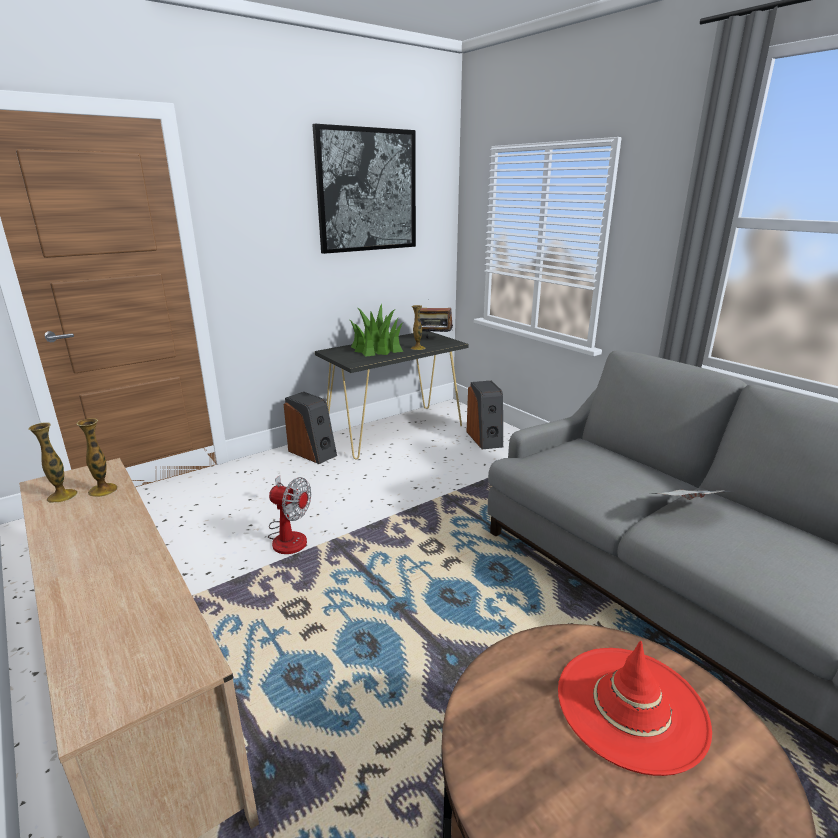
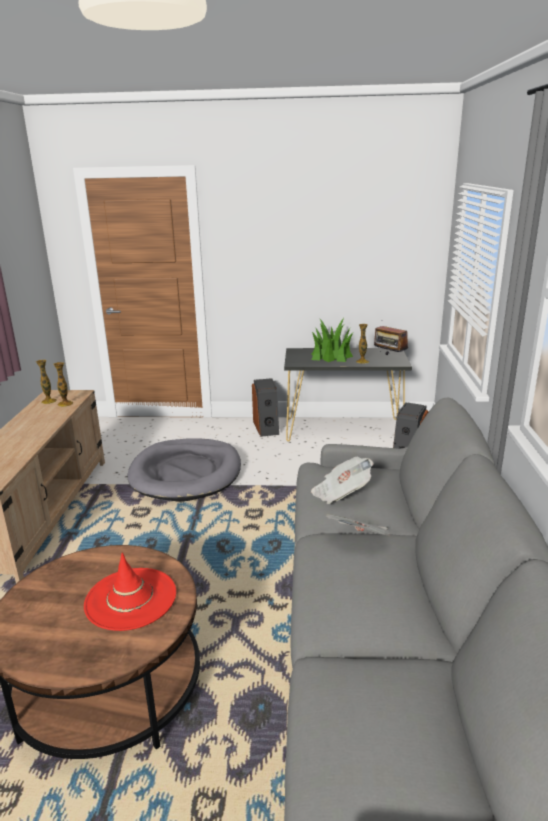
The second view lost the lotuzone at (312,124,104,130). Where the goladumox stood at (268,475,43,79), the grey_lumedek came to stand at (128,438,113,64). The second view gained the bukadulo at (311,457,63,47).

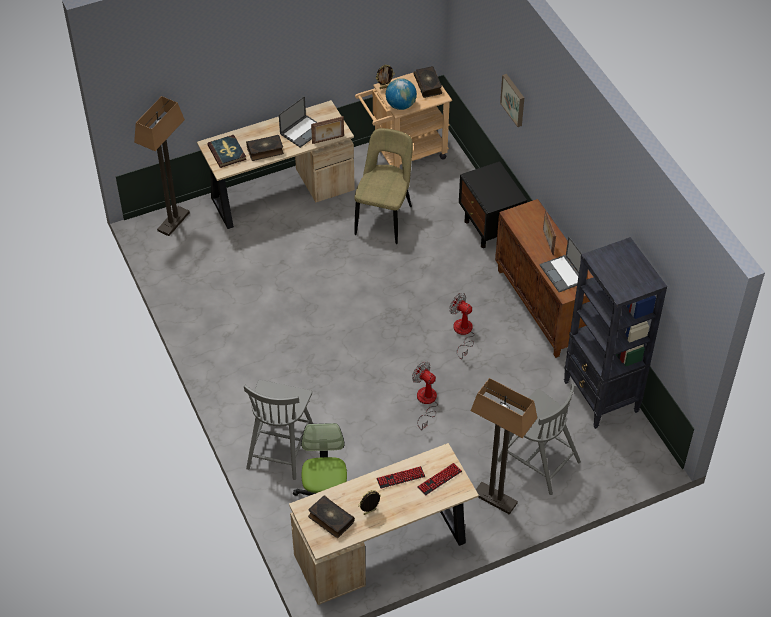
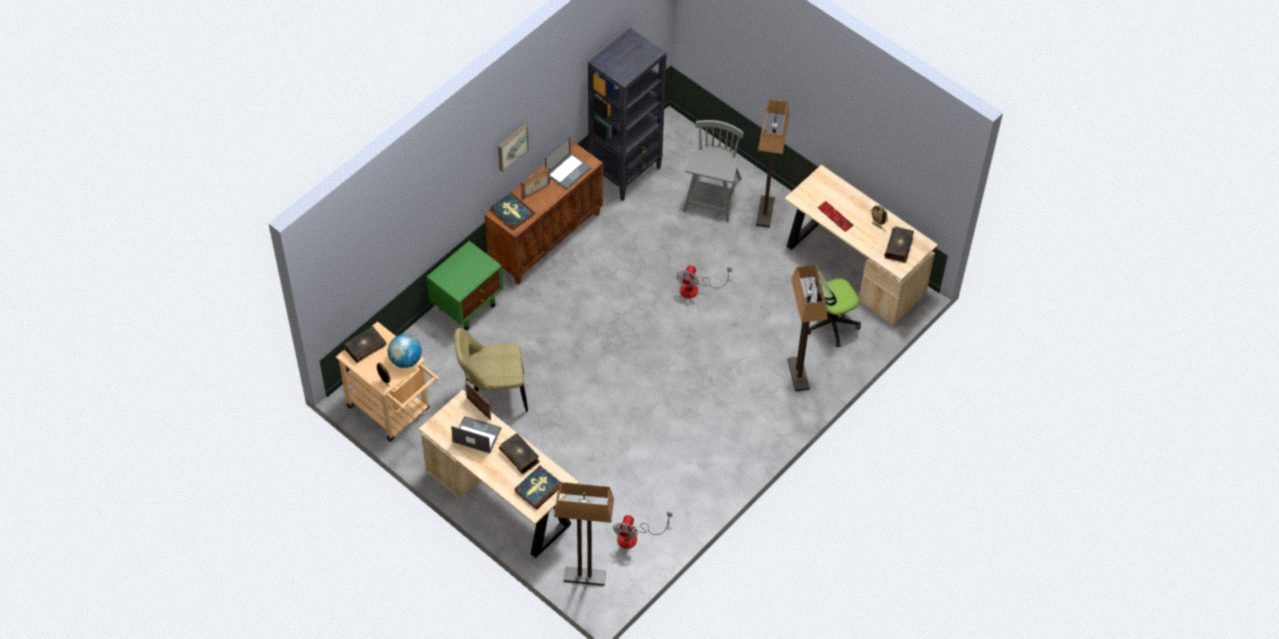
The lotuzone ended up elsewhere, having gone from (500,74,24,53) to (498,124,31,48). What was the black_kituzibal at (459,161,68,87) turned into the green_kituzibal at (426,241,77,89). The goladumox ended up elsewhere, having gone from (449,293,26,66) to (613,512,59,37). Where the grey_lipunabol stood at (244,380,69,100), the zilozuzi came to stand at (788,265,39,127). The second view lost the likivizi at (417,463,45,33). The second view gained the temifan at (491,192,44,38).

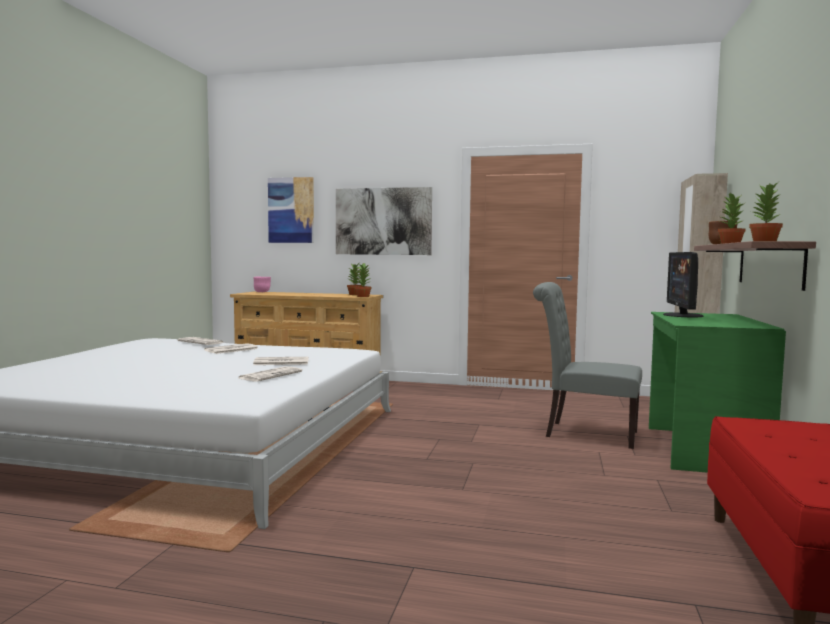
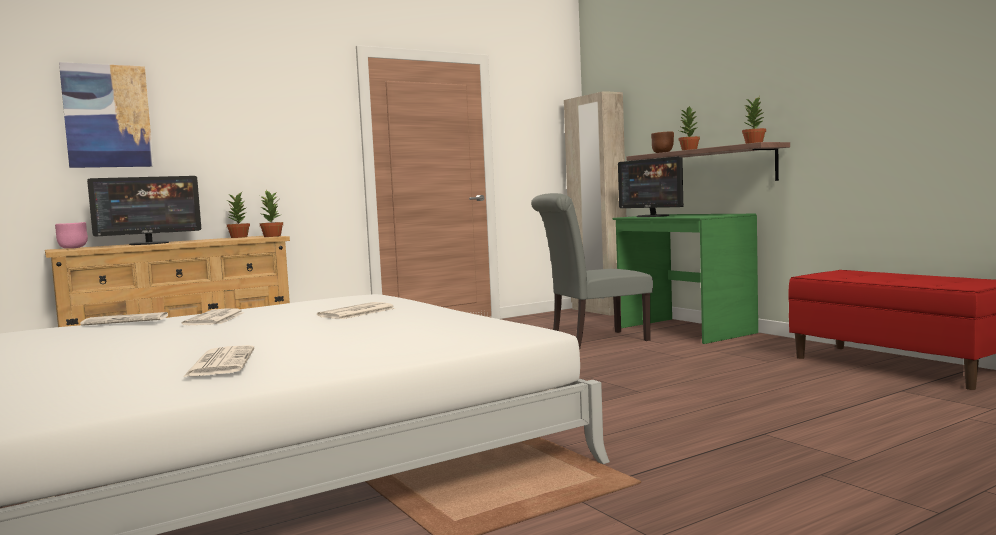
The second view lost the lotuzone at (336,187,96,68). The bukadulo ended up elsewhere, having gone from (239,366,63,16) to (183,345,72,32). The second view gained the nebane at (87,176,114,69).

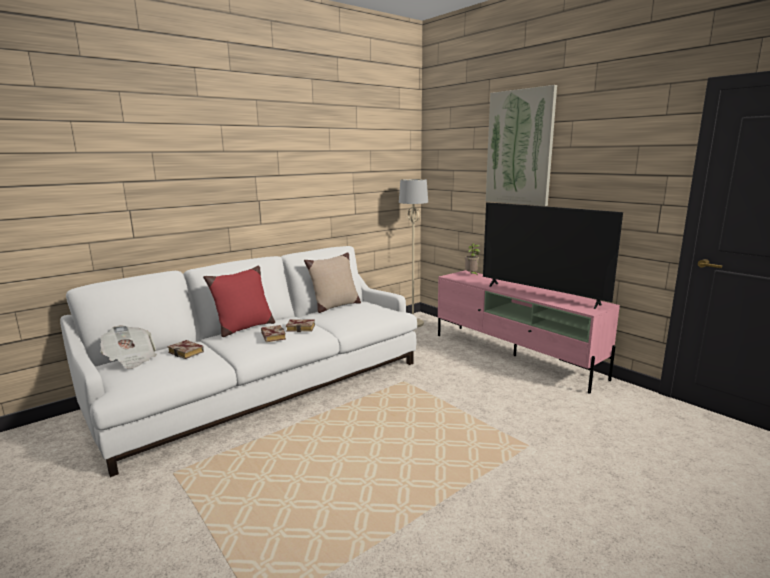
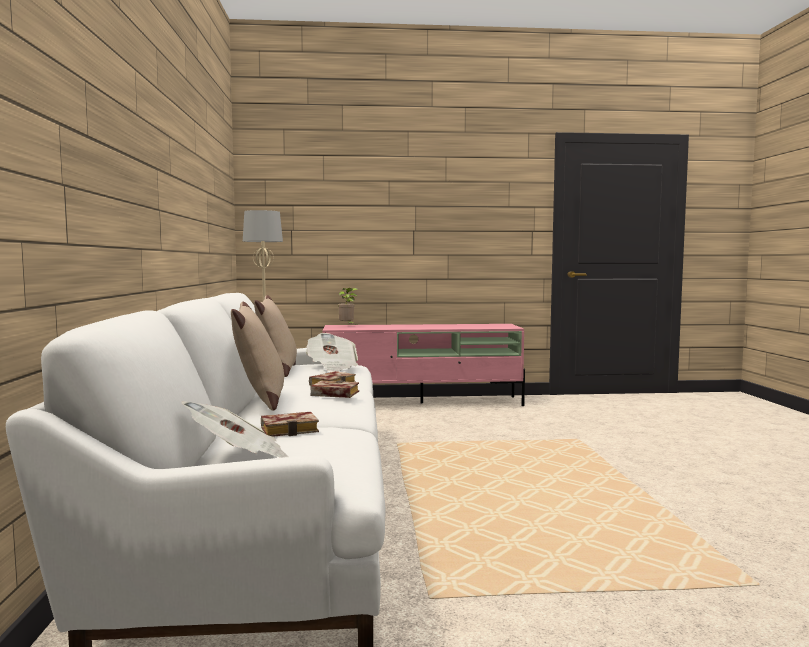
The second view lost the lotuzone at (486,85,71,121). The second view lost the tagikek at (483,202,140,107). What was the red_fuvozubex at (203,265,72,72) turned into the beige_fuvozubex at (231,302,53,108). The second view gained the bukadulo at (306,333,52,39).

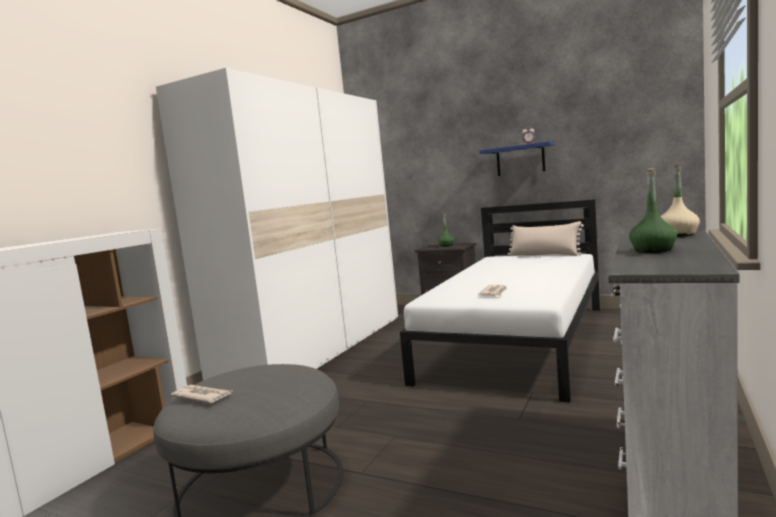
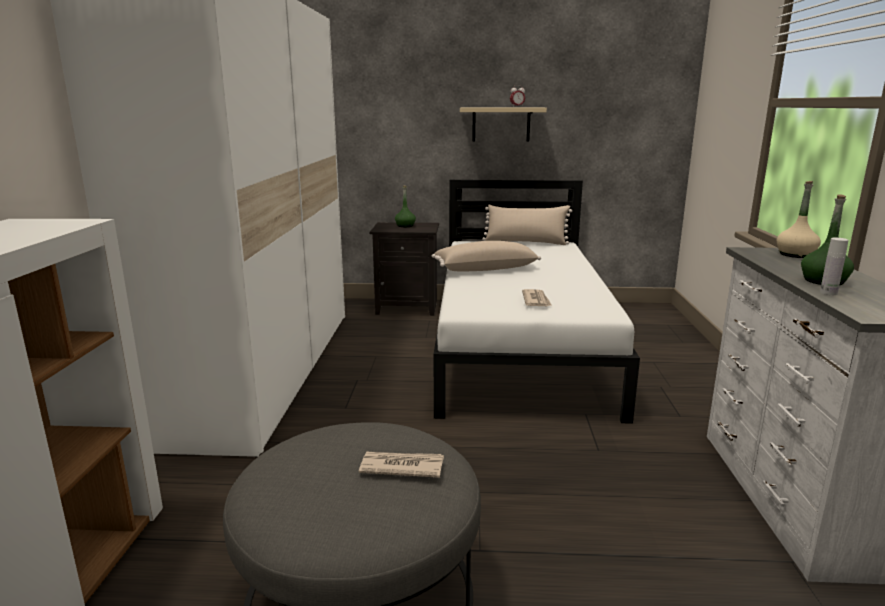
What was the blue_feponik at (479,141,76,35) turned into the beige_feponik at (460,108,87,34). The bukadulo ended up elsewhere, having gone from (171,385,61,18) to (359,452,85,26). The second view gained the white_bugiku at (820,238,28,57). The second view gained the beige_fuvozubex at (432,241,109,30).

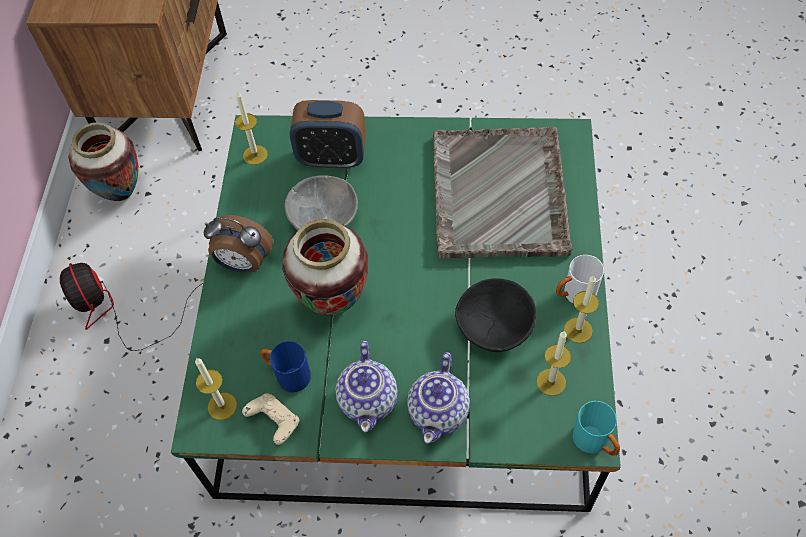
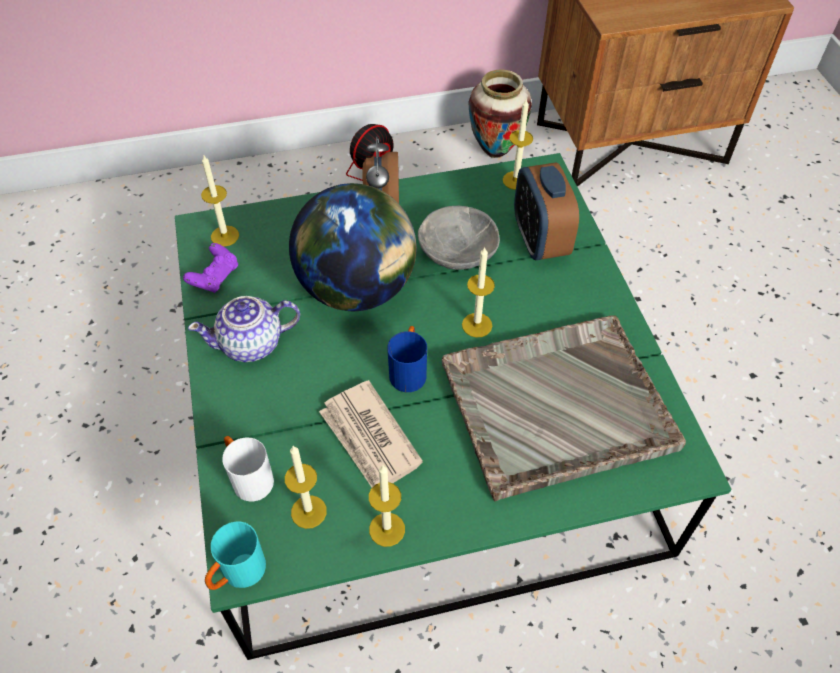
Where the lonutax stood at (282,219,86,97), the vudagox came to stand at (289,183,128,128). The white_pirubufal ended up elsewhere, having gone from (556,255,48,49) to (222,436,52,66). Where the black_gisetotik stood at (455,278,81,74), the bukadulo came to stand at (319,380,104,107). The blue_pirubufal ended up elsewhere, having gone from (261,341,50,51) to (387,326,40,66). The second view lost the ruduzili at (407,352,63,92). What was the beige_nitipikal at (242,393,57,52) turned into the purple_nitipikal at (183,243,55,50). The second view gained the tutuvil at (462,247,33,91).

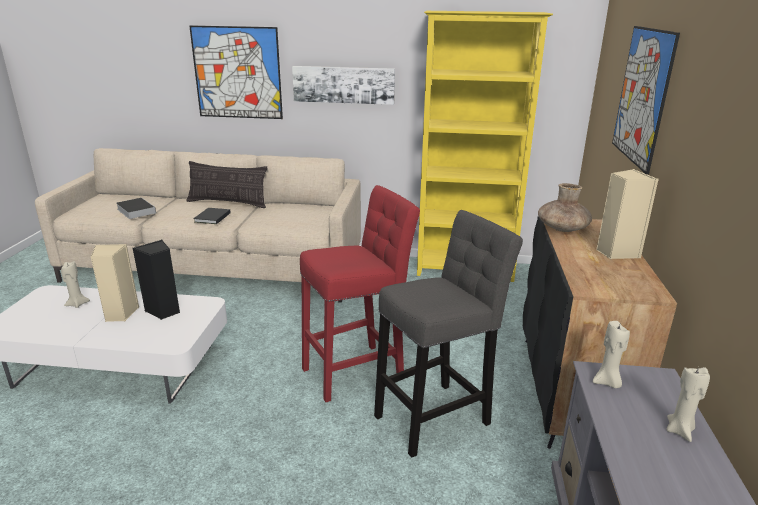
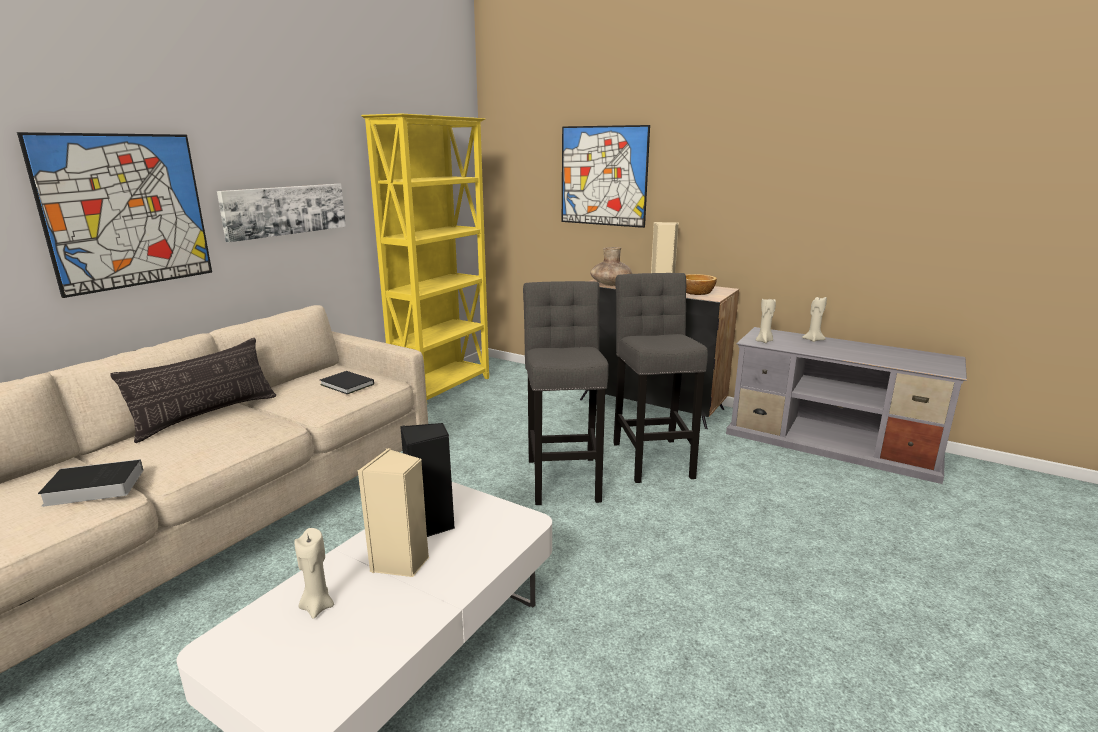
What was the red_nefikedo at (300,185,120,217) turned into the grey_nefikedo at (523,281,86,224). The black_temifan ended up elsewhere, having gone from (193,208,38,16) to (320,371,54,23). The second view gained the gisetotik at (686,274,31,21).

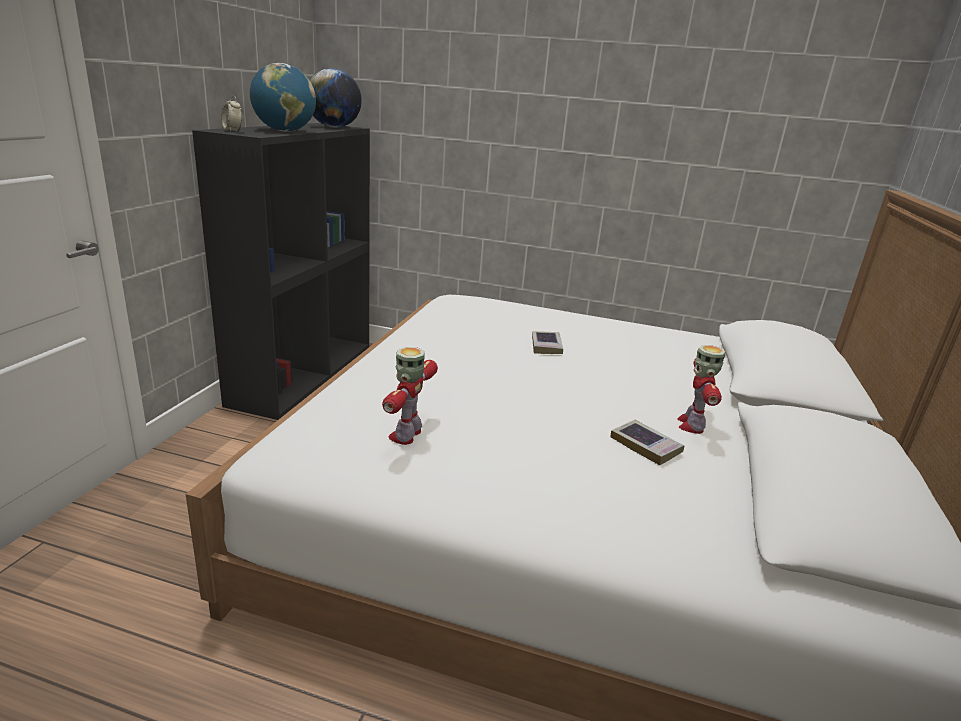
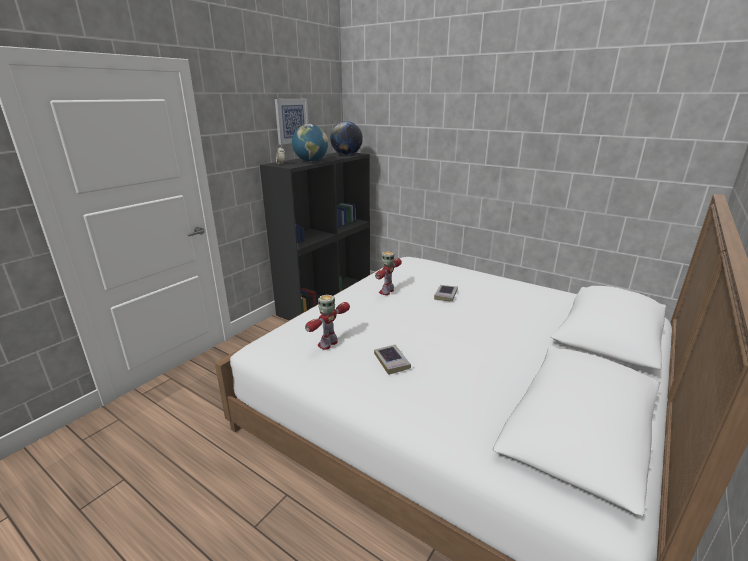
The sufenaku ended up elsewhere, having gone from (677,345,49,89) to (375,251,27,44). The temifan ended up elsewhere, having gone from (610,420,74,45) to (374,345,37,30). The second view gained the lotuzone at (275,99,34,46).

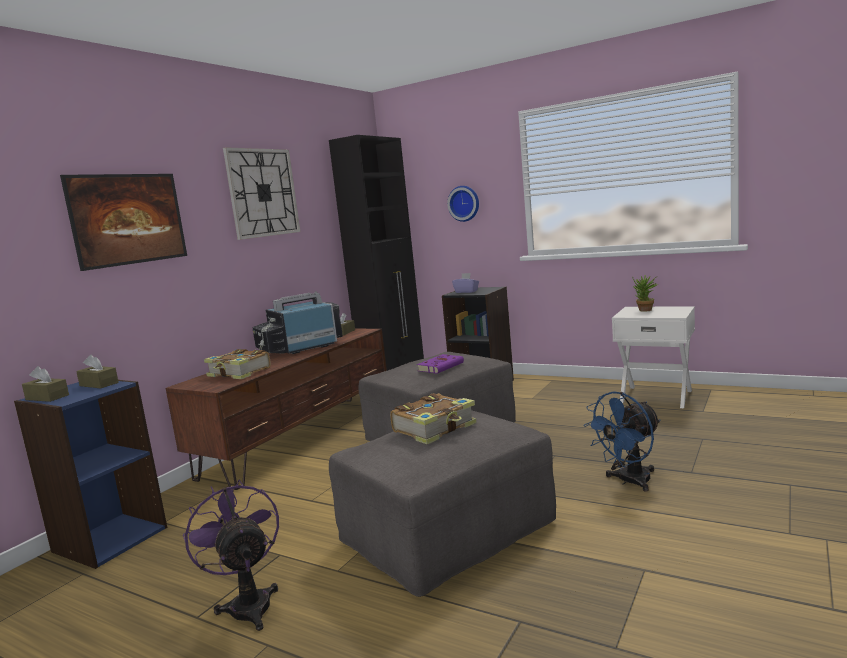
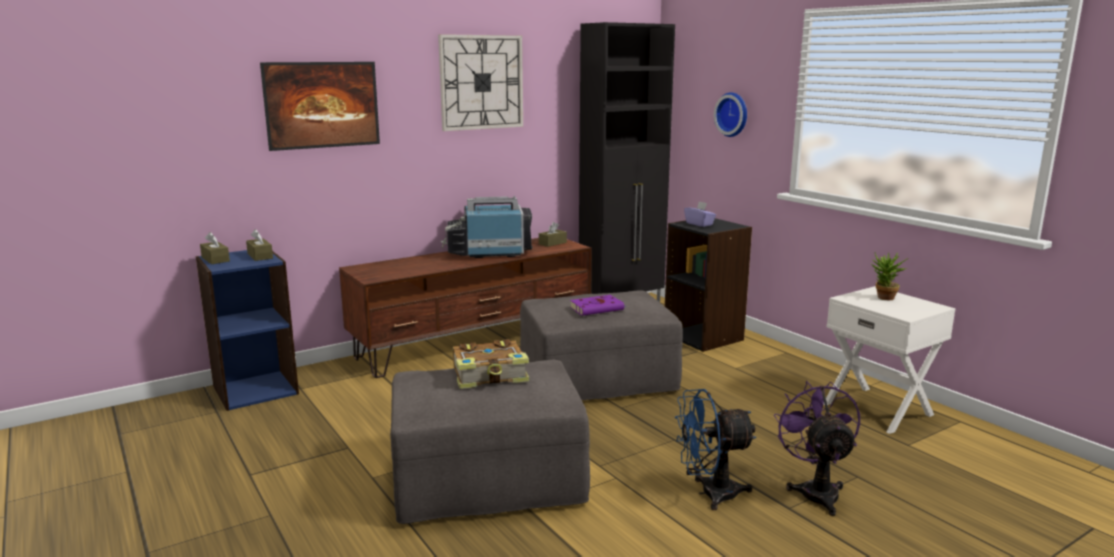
The second view lost the temifan at (204,349,67,30). The purple_goladumox ended up elsewhere, having gone from (183,480,96,151) to (774,381,86,135).

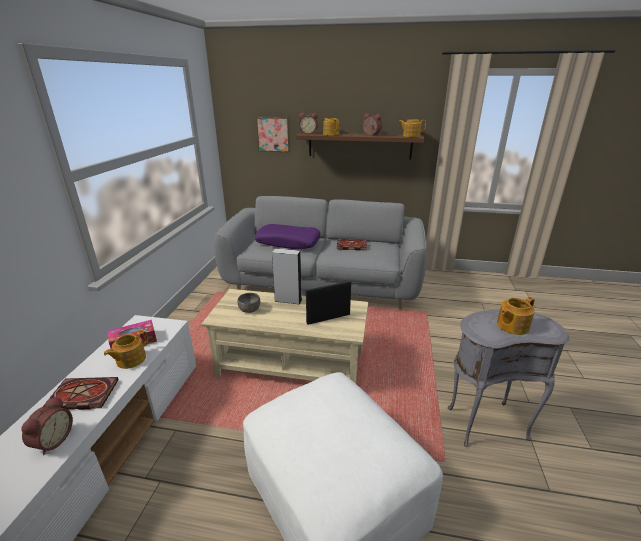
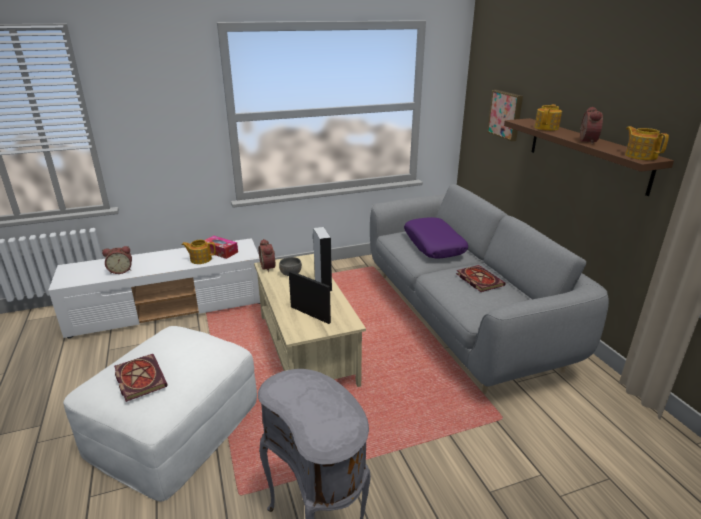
The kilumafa ended up elsewhere, having gone from (299,113,19,21) to (259,239,16,33). The second view lost the ruduzili at (497,297,38,38). The temifan ended up elsewhere, having gone from (44,377,74,33) to (114,354,54,48).

